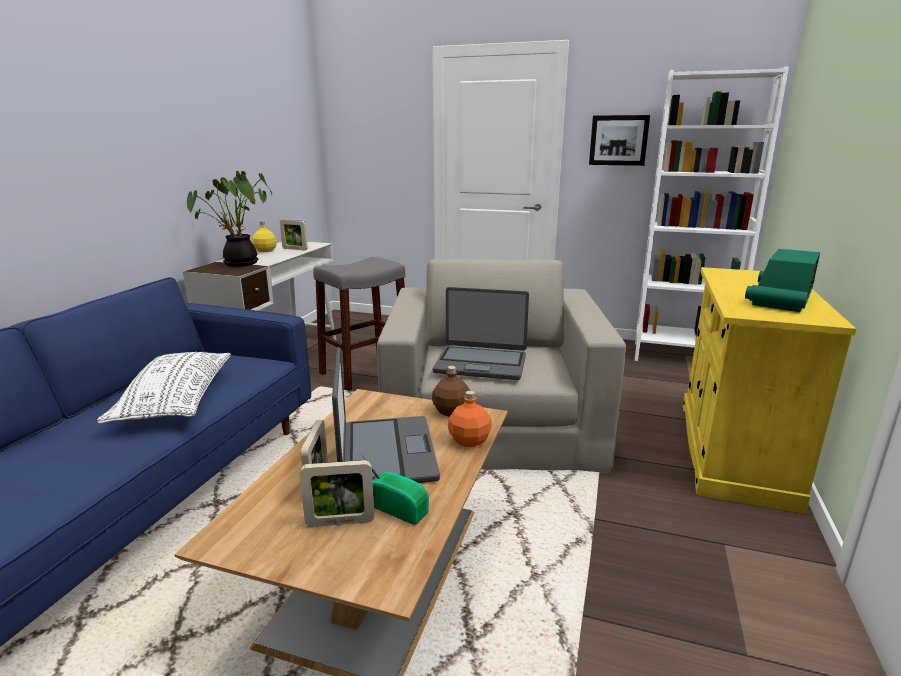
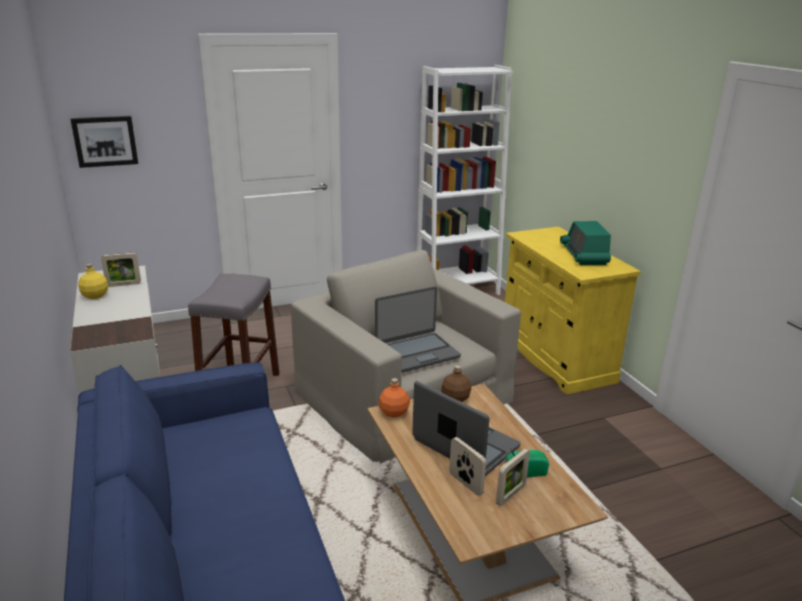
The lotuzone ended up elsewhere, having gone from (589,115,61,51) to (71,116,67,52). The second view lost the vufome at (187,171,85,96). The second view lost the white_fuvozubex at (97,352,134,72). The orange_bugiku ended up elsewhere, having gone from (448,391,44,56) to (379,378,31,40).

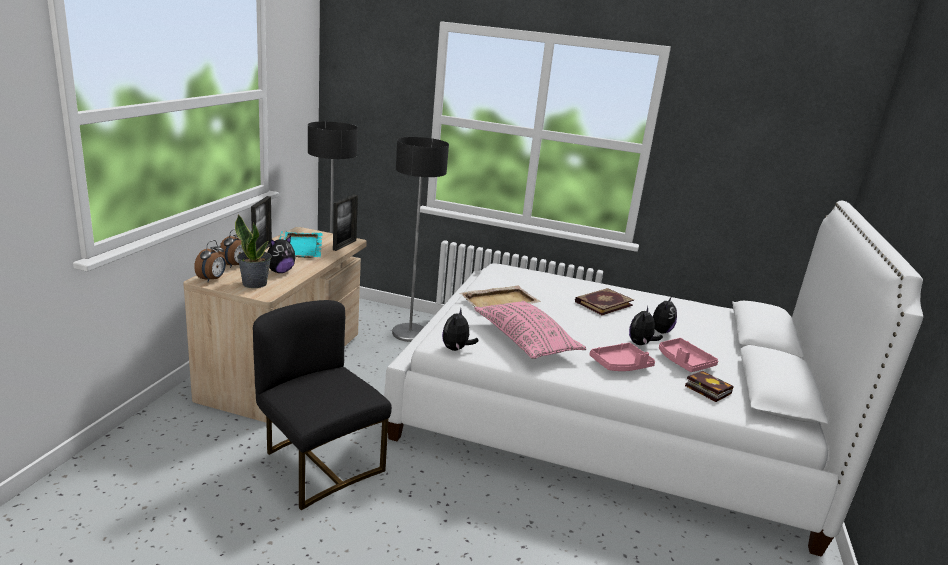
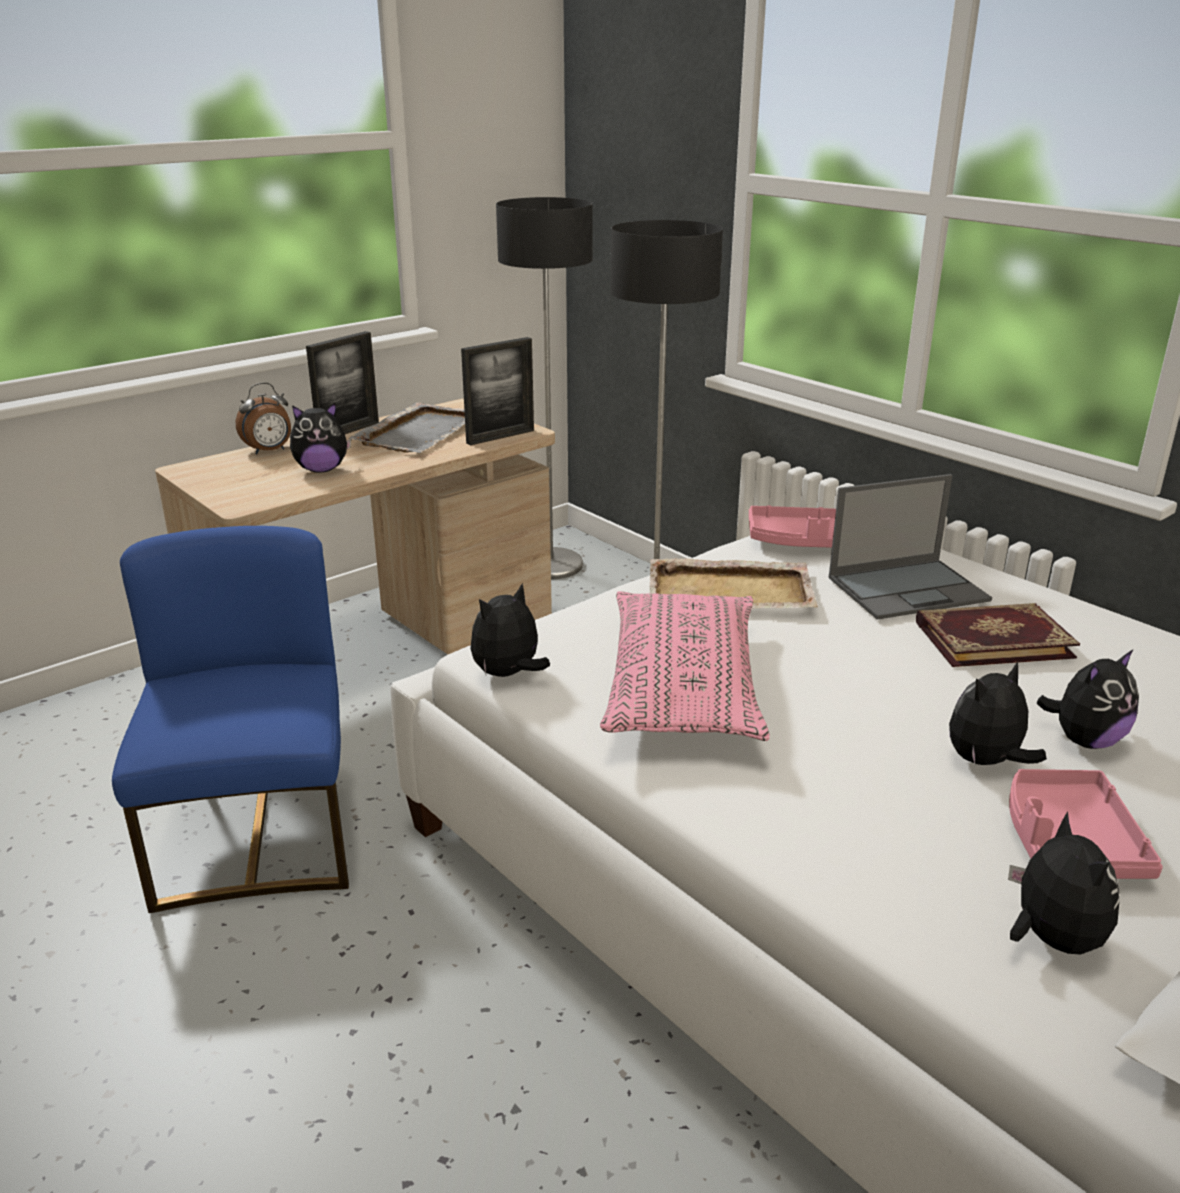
The second view lost the vufome at (235,214,37,74). What was the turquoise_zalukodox at (280,231,43,27) turned into the grey_zalukodox at (348,402,117,51). The second view lost the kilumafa at (194,240,32,42). What was the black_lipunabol at (253,300,139,210) turned into the blue_lipunabol at (112,526,237,387). The pink_zalukodox ended up elsewhere, having gone from (589,343,66,28) to (749,505,87,42). Where the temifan stood at (685,371,49,31), the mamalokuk came to stand at (1008,811,111,144). The second view gained the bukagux at (829,474,163,146).

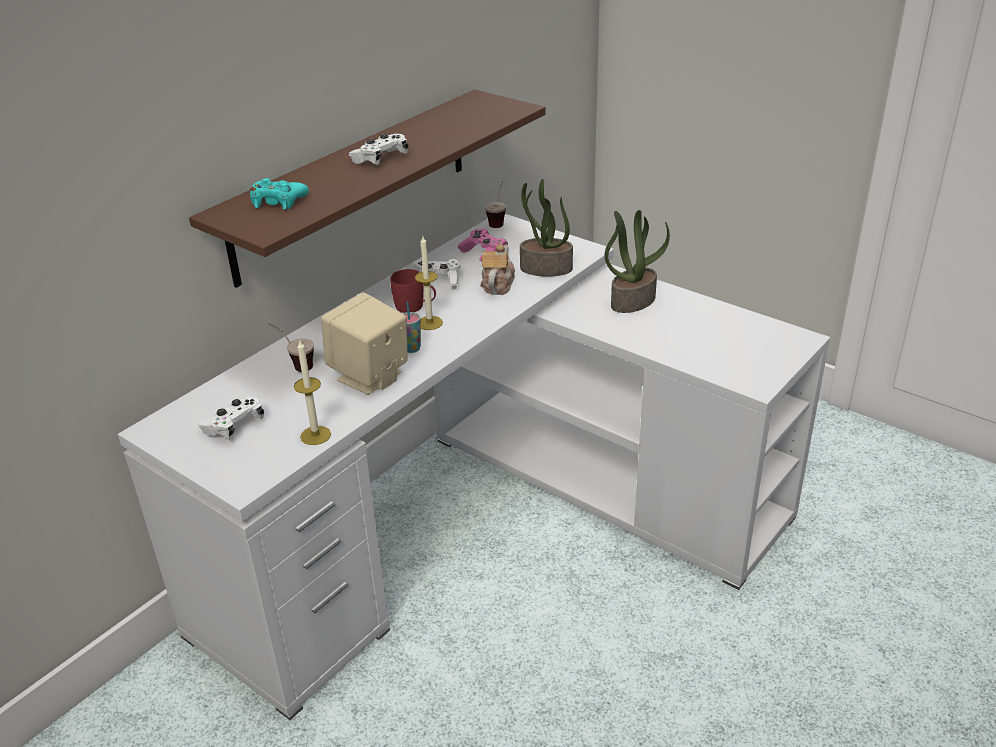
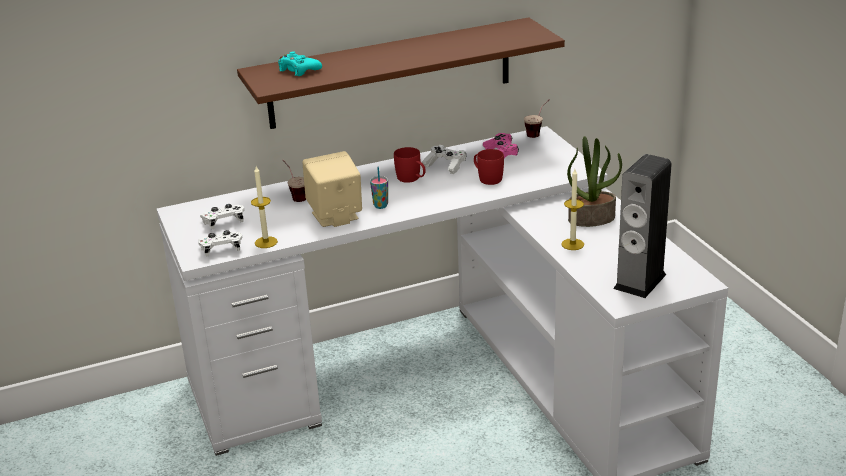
The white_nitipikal ended up elsewhere, having gone from (349,134,59,31) to (198,230,45,26). The second view lost the vufome at (520,179,53,98). The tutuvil ended up elsewhere, having gone from (415,236,28,94) to (561,169,23,81). Where the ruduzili stood at (480,244,35,51), the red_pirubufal came to stand at (474,149,30,36). The second view gained the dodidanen at (613,154,59,144).

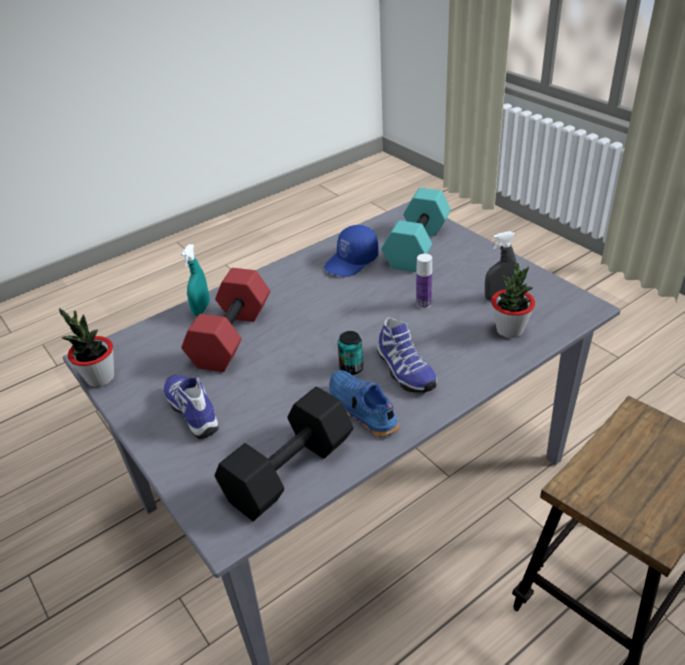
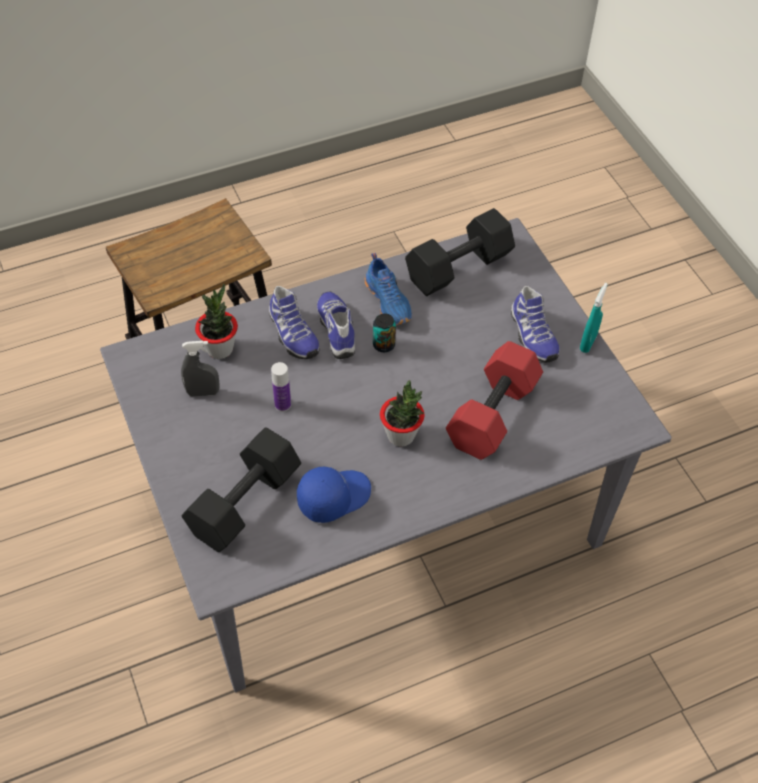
What was the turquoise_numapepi at (381,188,70,84) turned into the black_numapepi at (182,428,119,124). The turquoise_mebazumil ended up elsewhere, having gone from (181,244,29,72) to (580,283,28,70). The vufome ended up elsewhere, having gone from (59,308,55,79) to (380,380,44,67). The second view gained the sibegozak at (269,286,50,73).

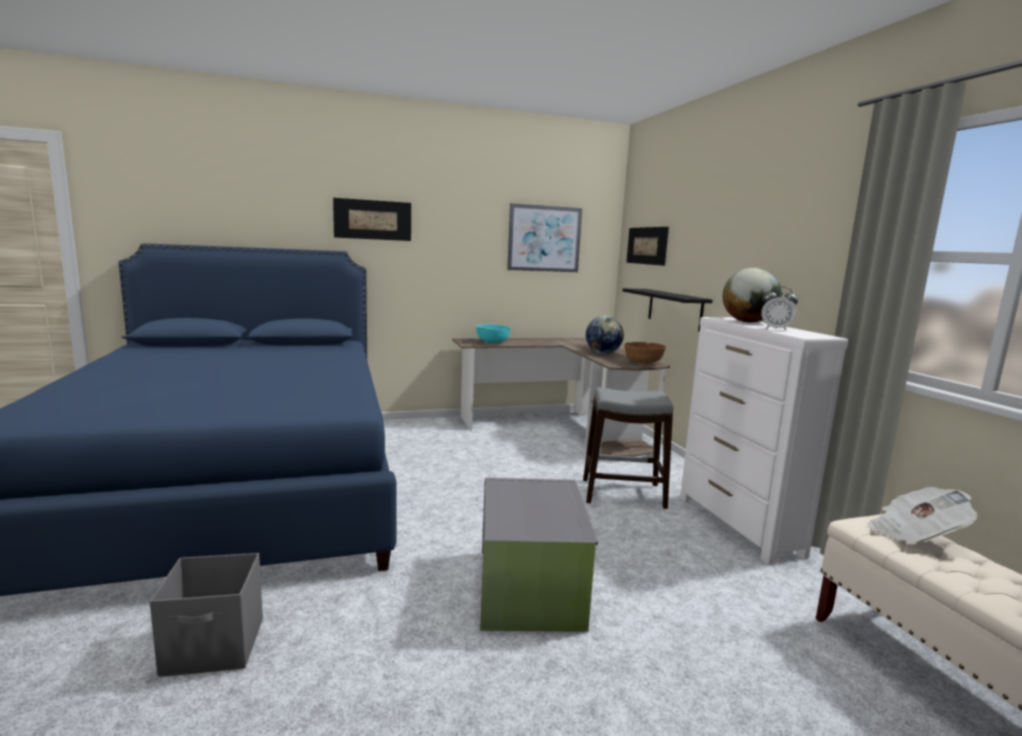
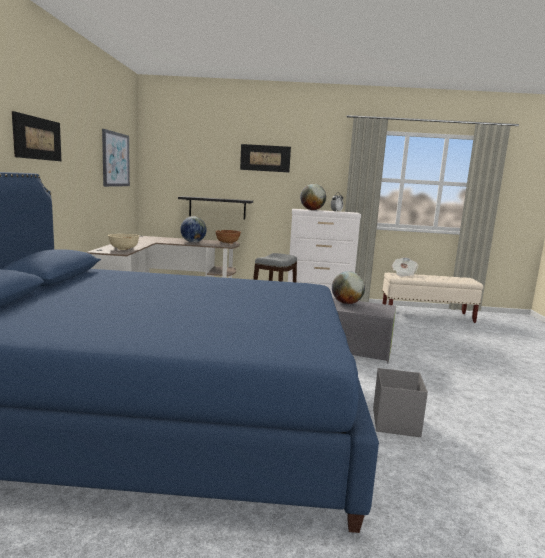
The lotuzone ended up elsewhere, having gone from (626,227,43,39) to (240,144,51,28). What was the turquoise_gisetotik at (475,324,36,20) turned into the beige_gisetotik at (108,234,31,16). The second view gained the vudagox at (332,271,33,33).

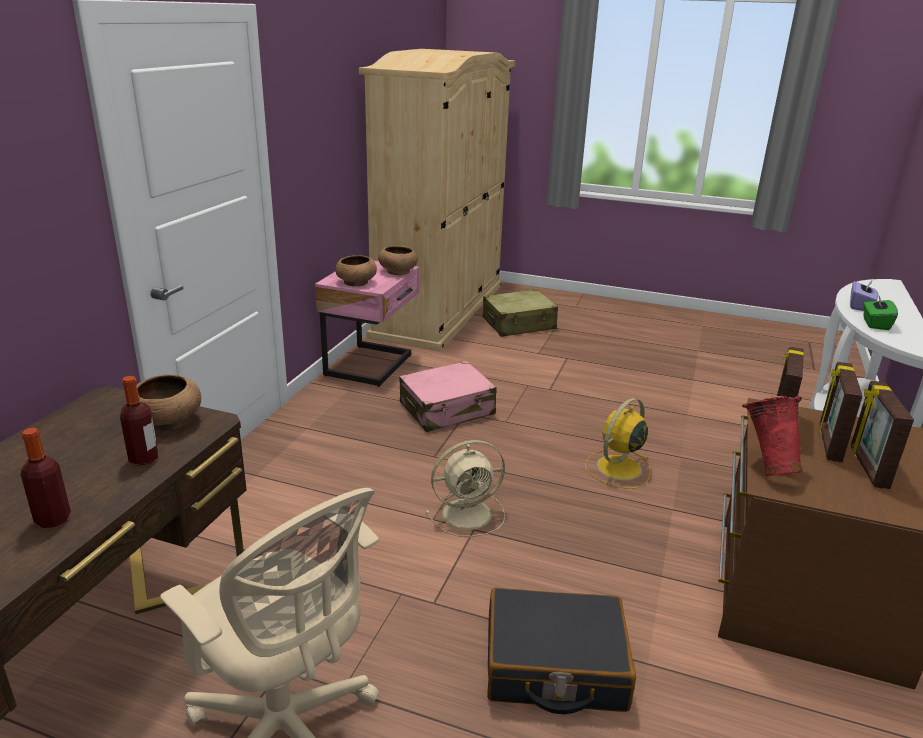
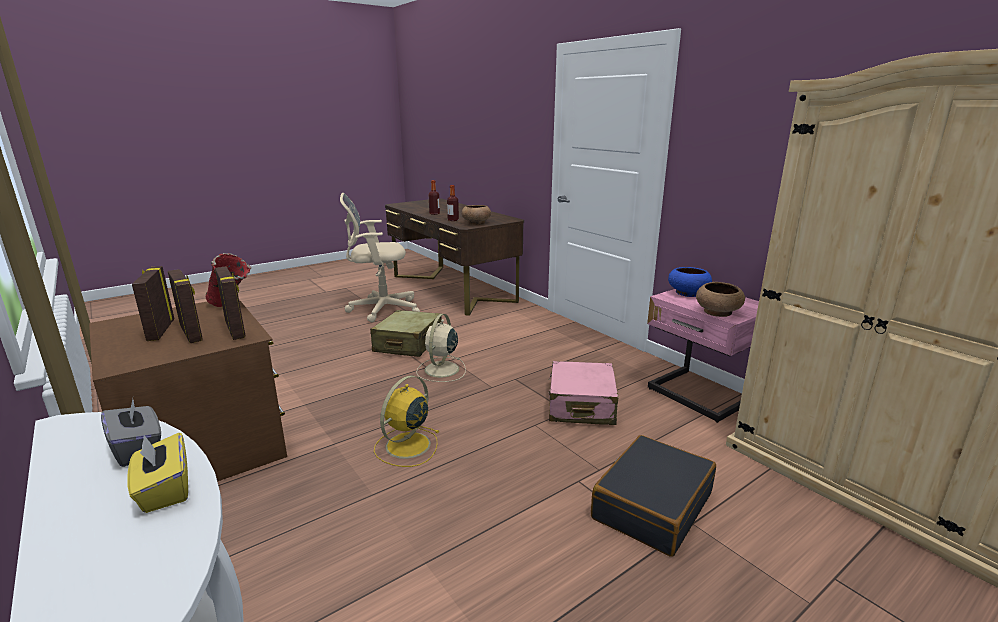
What was the brown_gisetotik at (335,255,42,32) turned into the blue_gisetotik at (668,267,44,30). What was the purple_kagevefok at (850,280,28,31) turned into the yellow_kagevefok at (127,433,61,80). The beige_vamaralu ended up elsewhere, having gone from (483,289,75,48) to (370,310,71,47). What was the green_kagevefok at (863,296,35,34) turned into the grey_kagevefok at (101,399,60,68). The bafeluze at (851,381,63,108) ended up facing another way, 150 degrees counterclockwise from before. The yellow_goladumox at (585,398,66,91) ended up facing another way, 135 degrees counterclockwise from before. The black_vamaralu ended up elsewhere, having gone from (487,587,149,127) to (591,435,125,122).

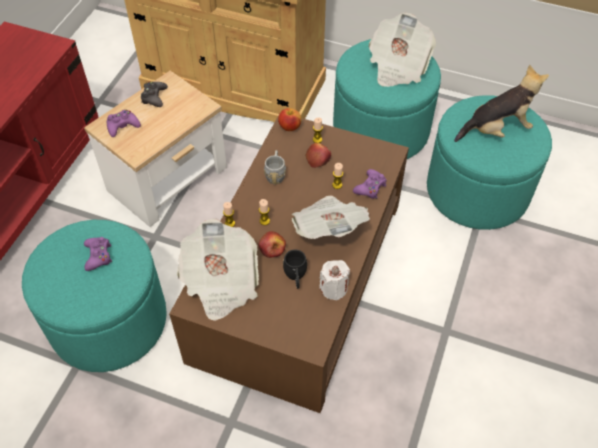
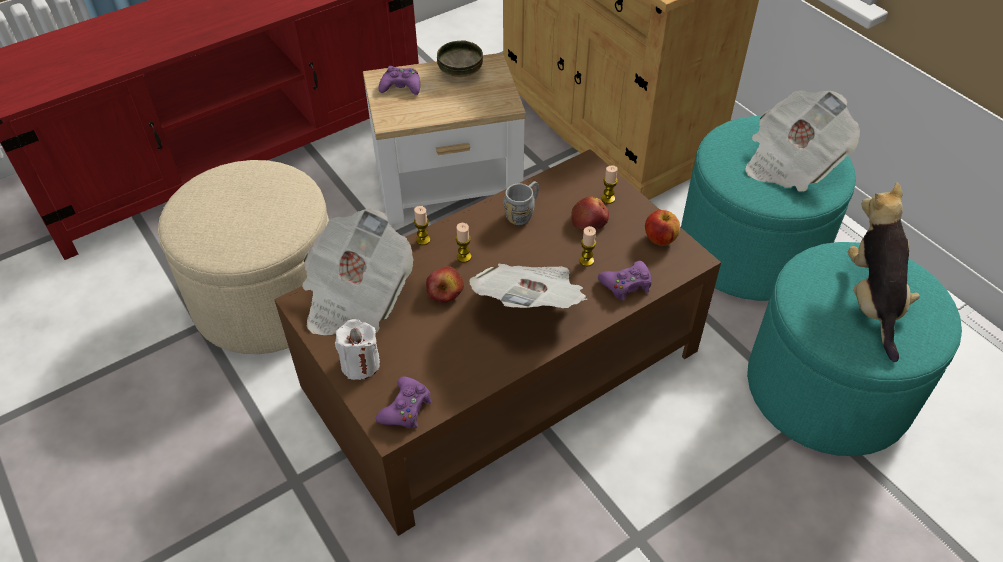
The mamalokuk at (454,64,95,78) ended up facing another way, 105 degrees counterclockwise from before. Where the black_nitipikal stood at (141,81,27,26), the gisetotik came to stand at (437,41,46,36). The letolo ended up elsewhere, having gone from (278,108,24,23) to (645,210,35,36). What was the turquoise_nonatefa at (22,220,145,152) turned into the beige_nonatefa at (158,160,171,194). The purple_nitipikal ended up elsewhere, having gone from (84,237,28,34) to (376,377,56,51). The second view lost the black_pirubufal at (283,249,24,40). The white_tutuvil ended up elsewhere, having gone from (319,260,31,41) to (335,319,45,61).

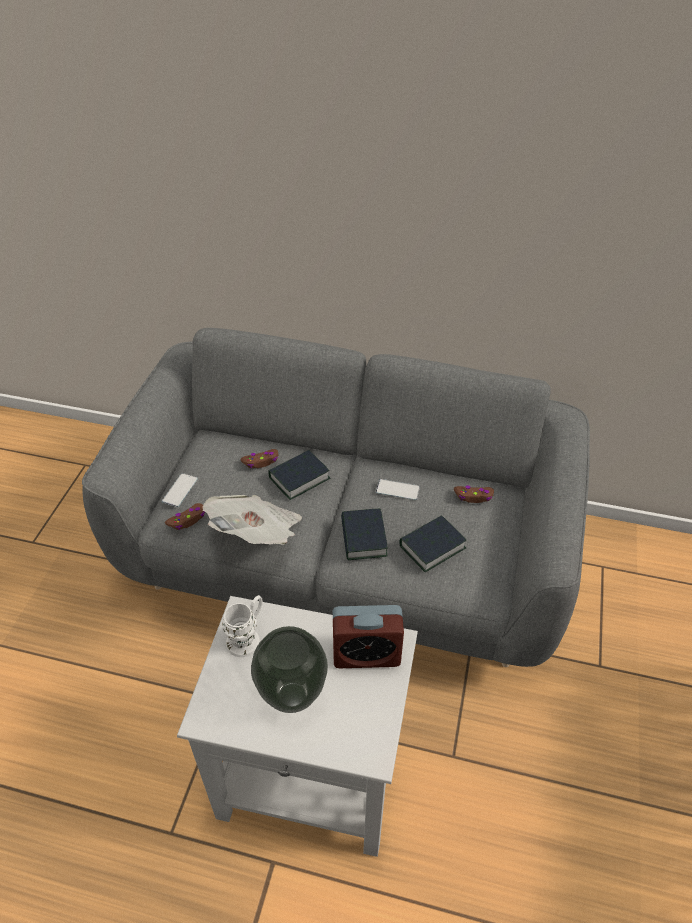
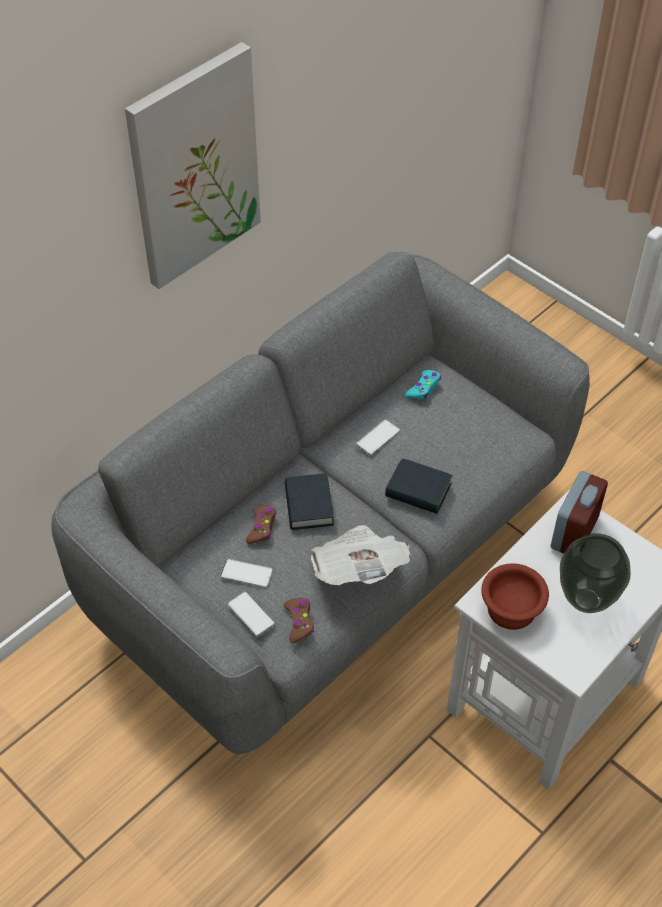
What was the brown_nitipikal at (454,486,40,17) turned into the turquoise_nitipikal at (405,370,36,29). The second view lost the temifan at (399,515,67,57). Where the white_pirubufal stood at (222,595,41,62), the brown_gisetotik came to stand at (481,563,68,67). The second view gained the lotuzone at (125,42,136,247). The second view gained the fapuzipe at (220,559,53,28).

